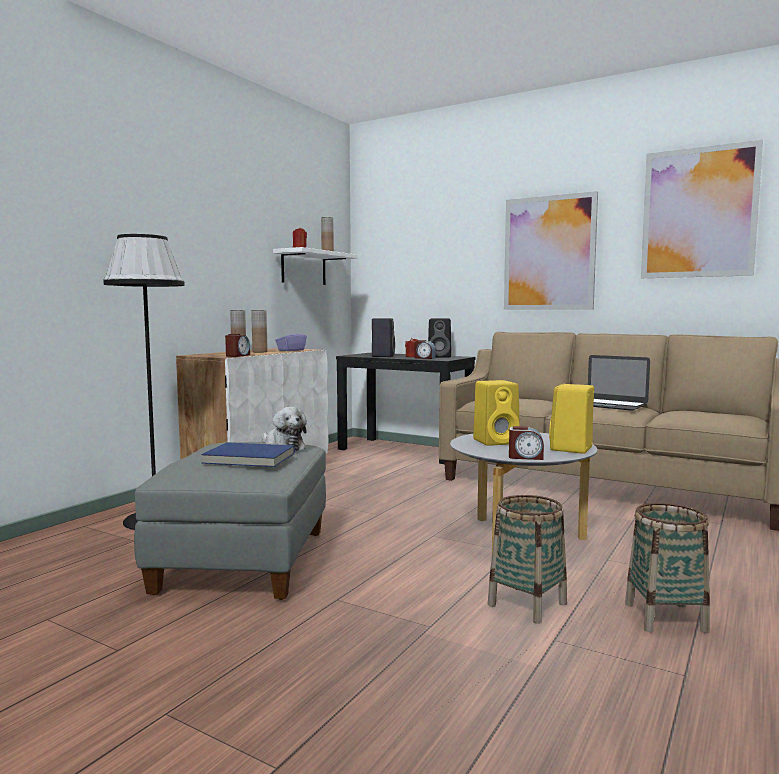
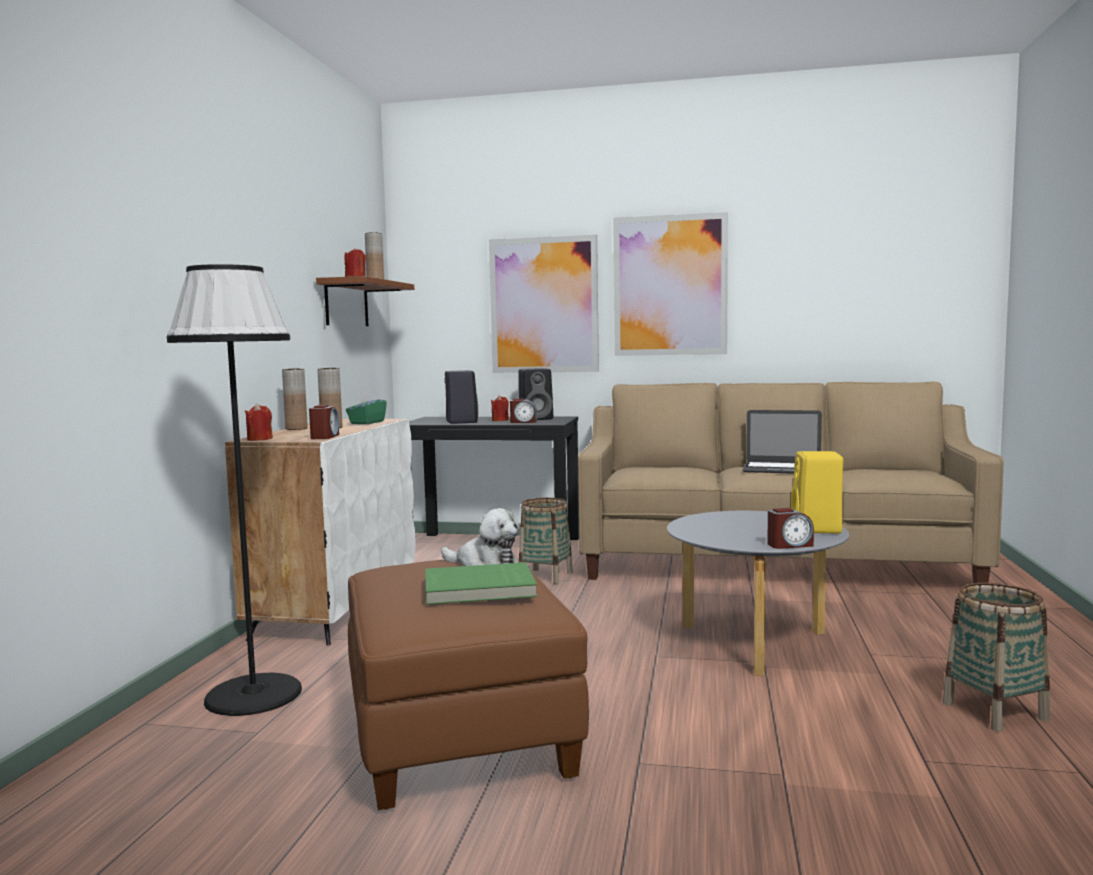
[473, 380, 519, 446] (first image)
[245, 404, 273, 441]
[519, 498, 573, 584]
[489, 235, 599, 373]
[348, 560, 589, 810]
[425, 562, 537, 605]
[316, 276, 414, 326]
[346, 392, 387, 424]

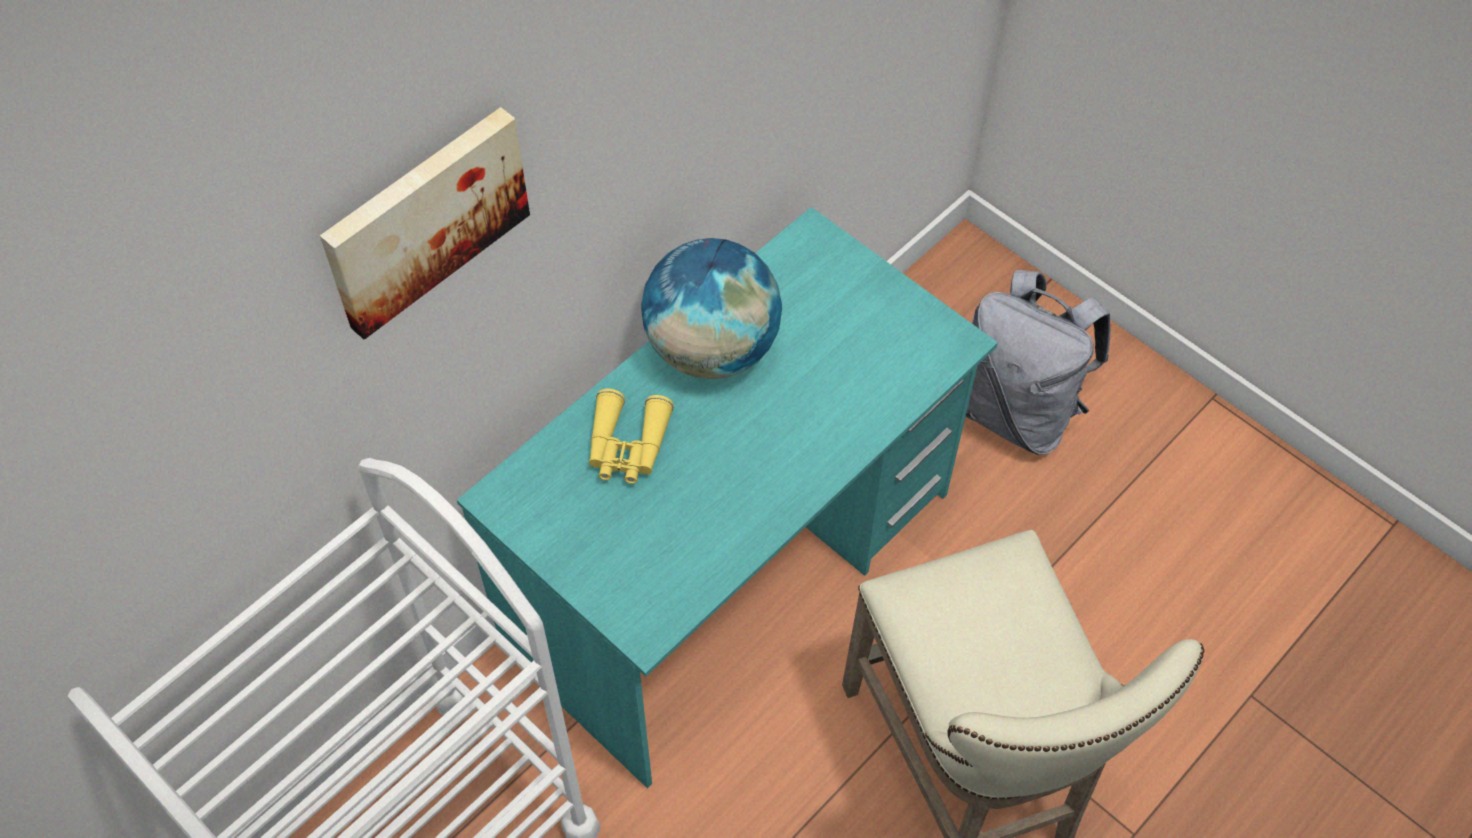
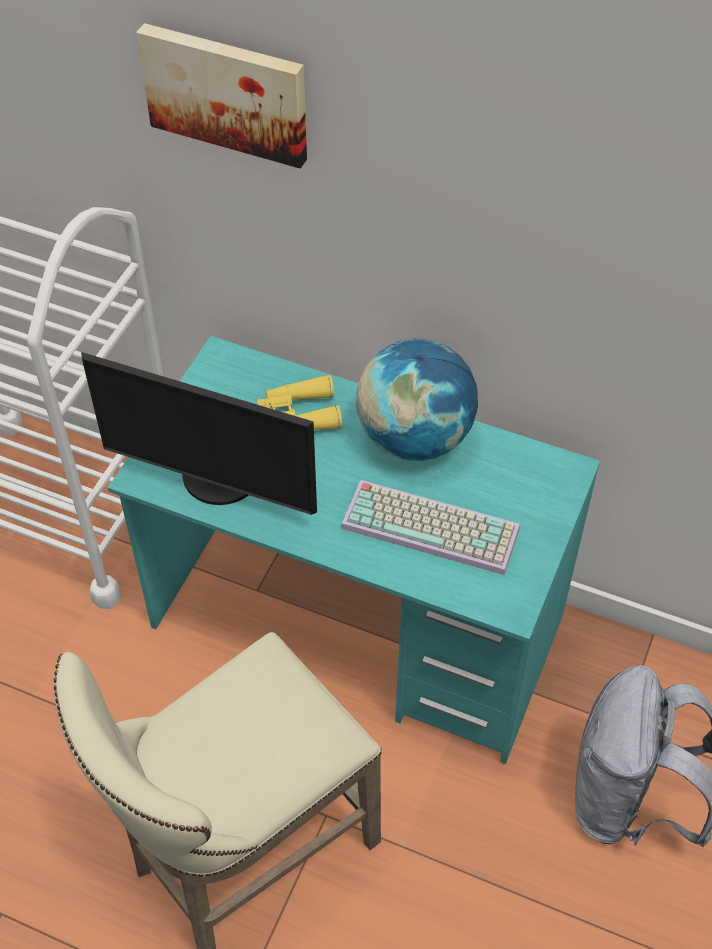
[81, 352, 317, 515]
[341, 480, 520, 575]

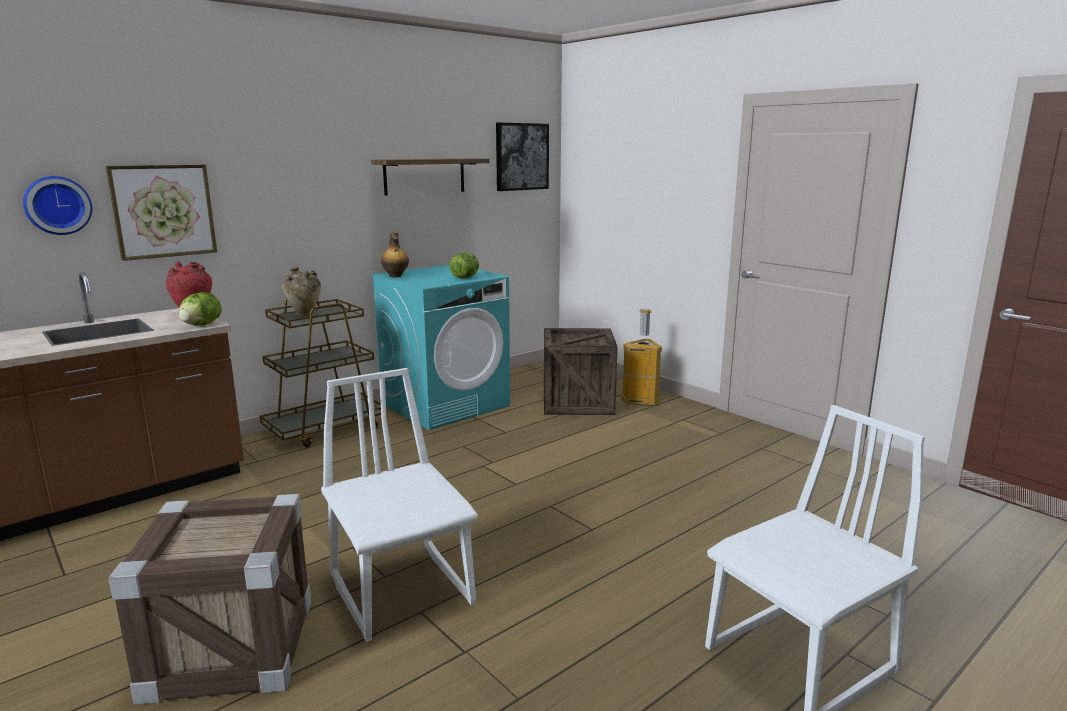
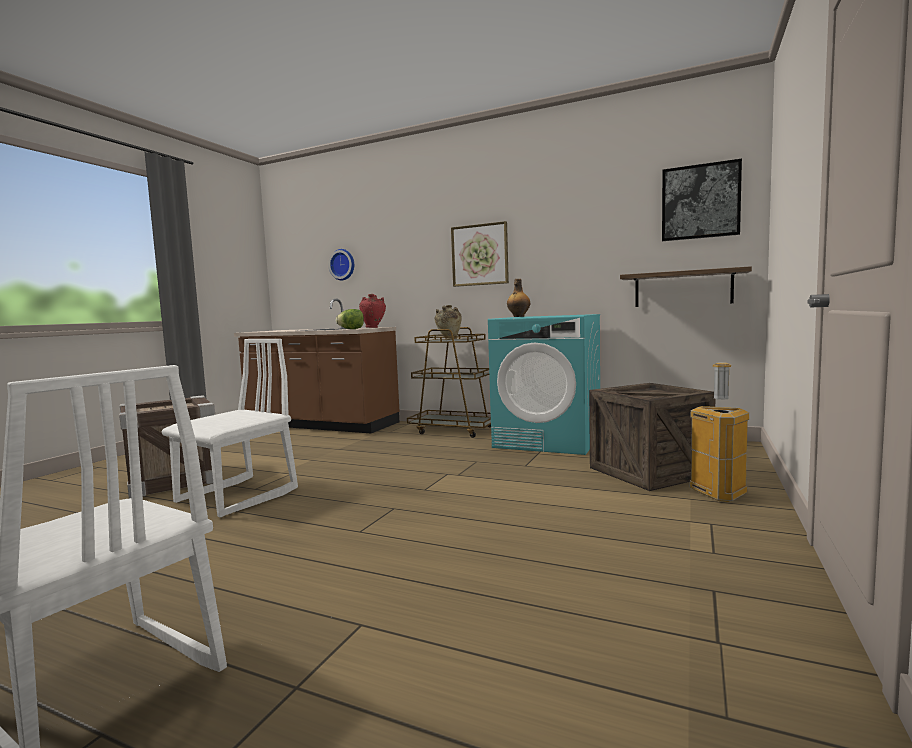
[449, 253, 479, 279] (first image)
[451, 221, 509, 287]
[620, 266, 752, 307]

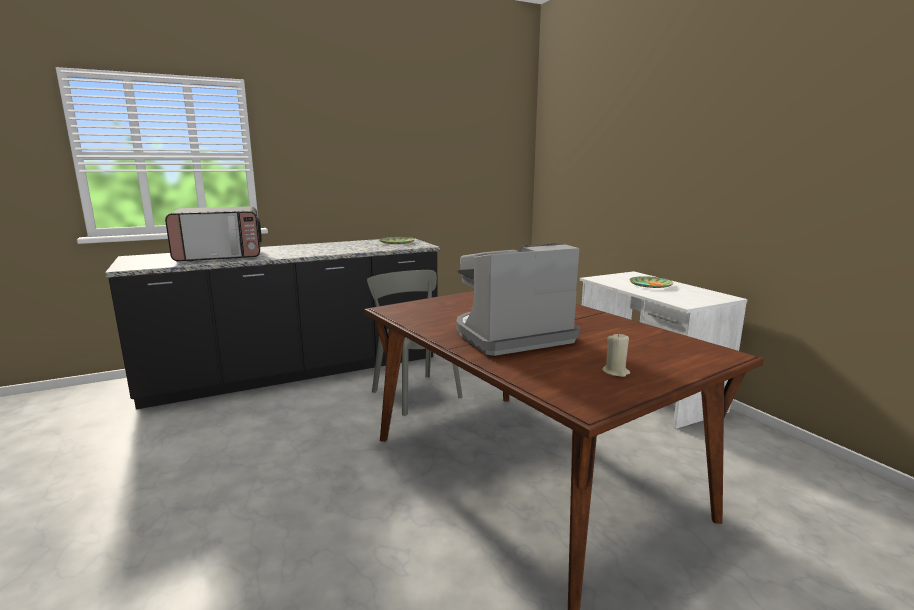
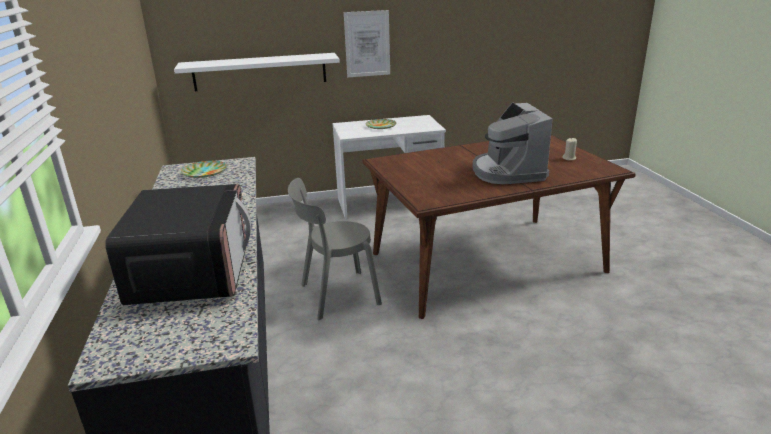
[174, 53, 340, 91]
[344, 10, 390, 77]

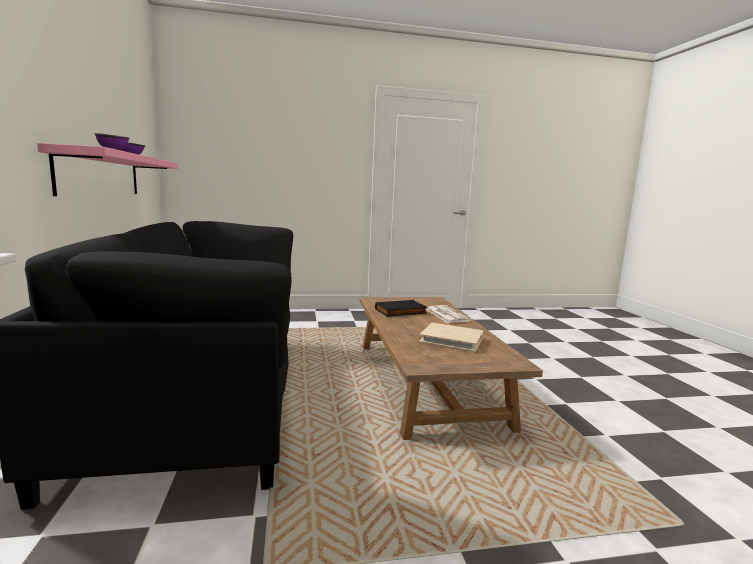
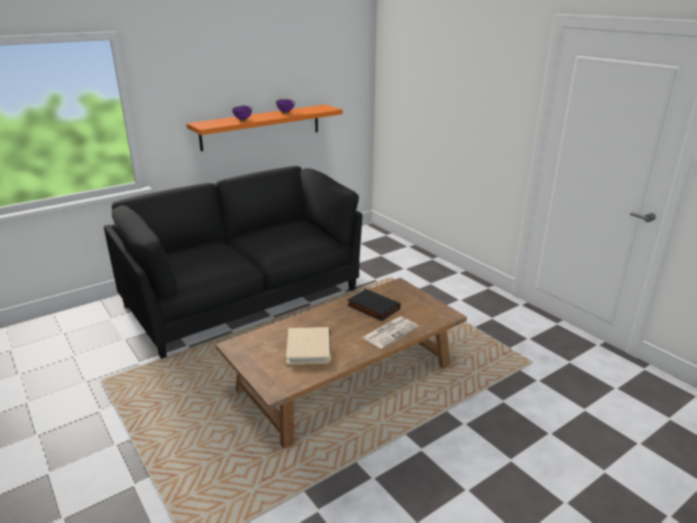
[186, 105, 343, 151]

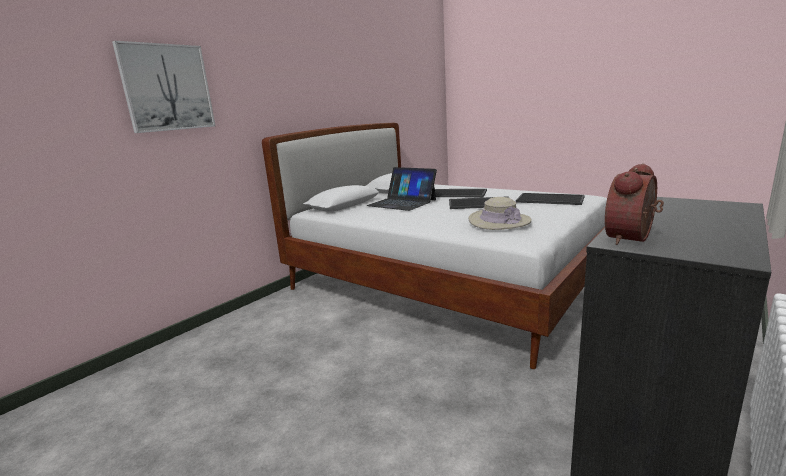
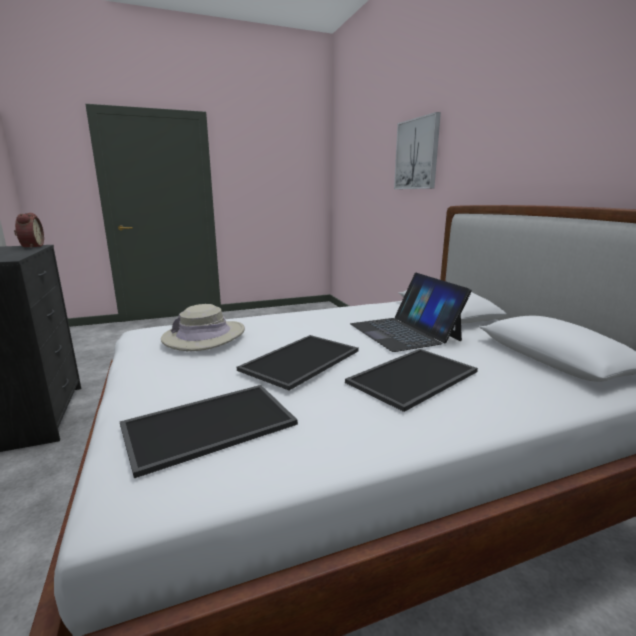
[350, 273, 472, 352]

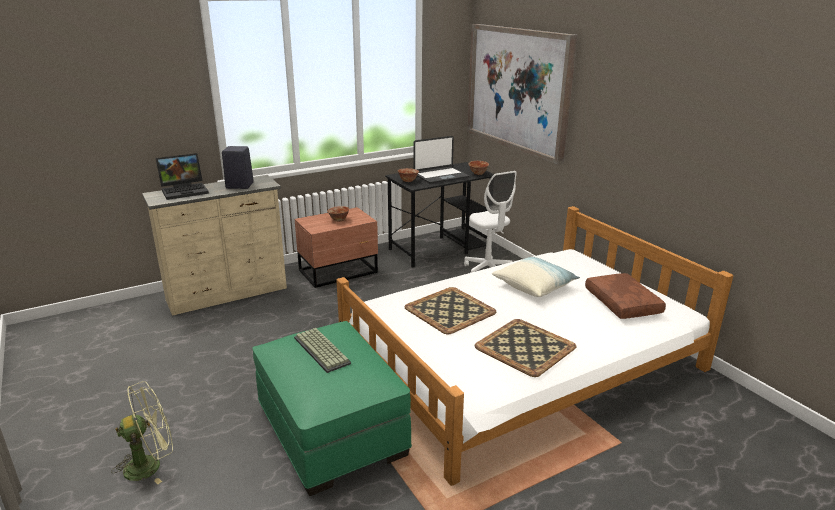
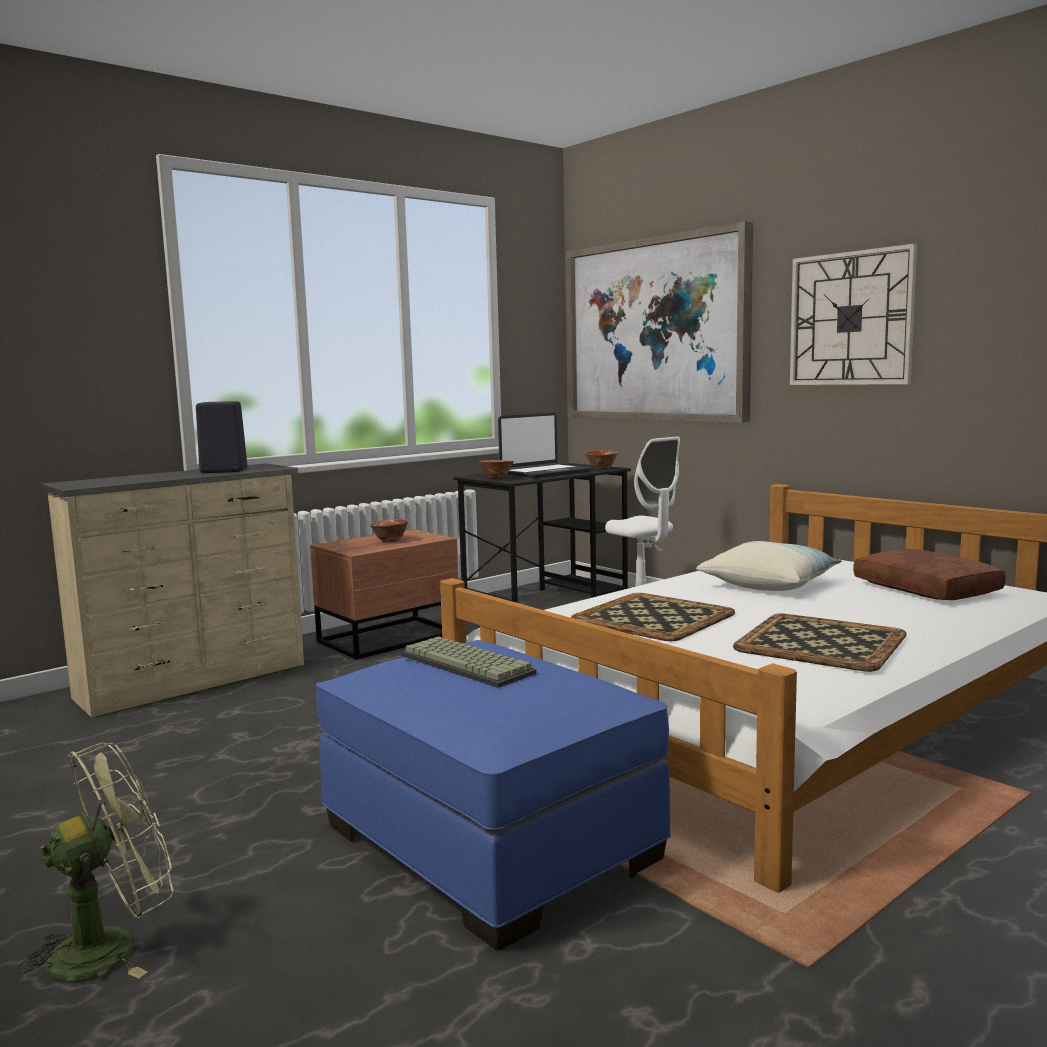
[156, 153, 209, 200] (first image)
[790, 244, 917, 385]
[316, 640, 671, 951]

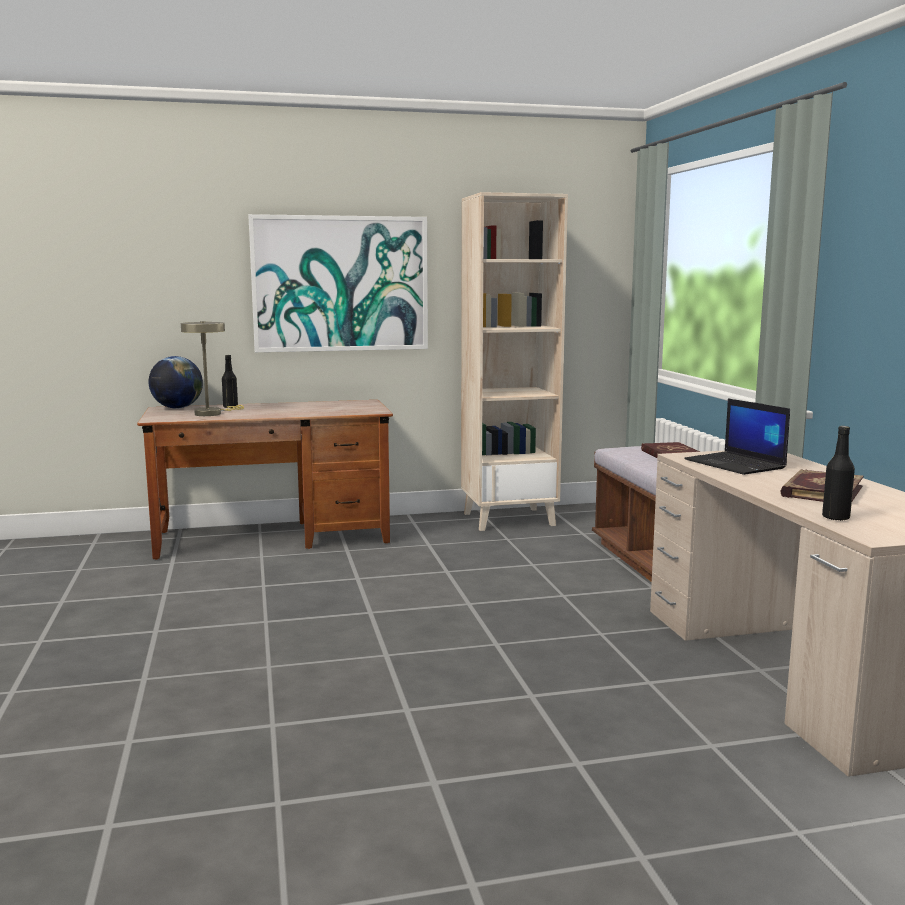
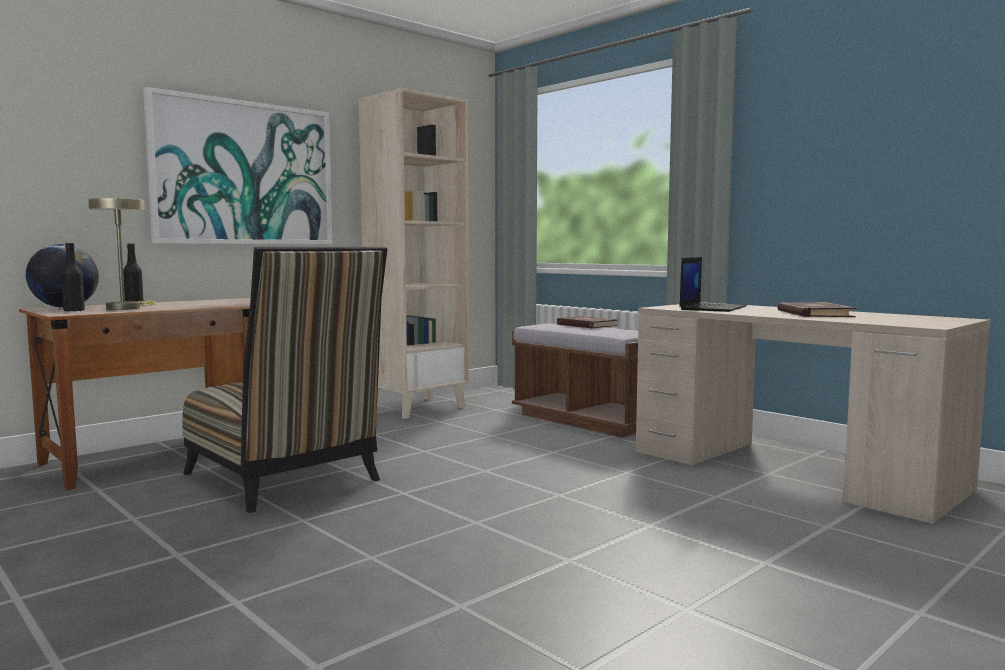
[182, 247, 388, 513]
[61, 243, 85, 312]
[679, 257, 747, 312]

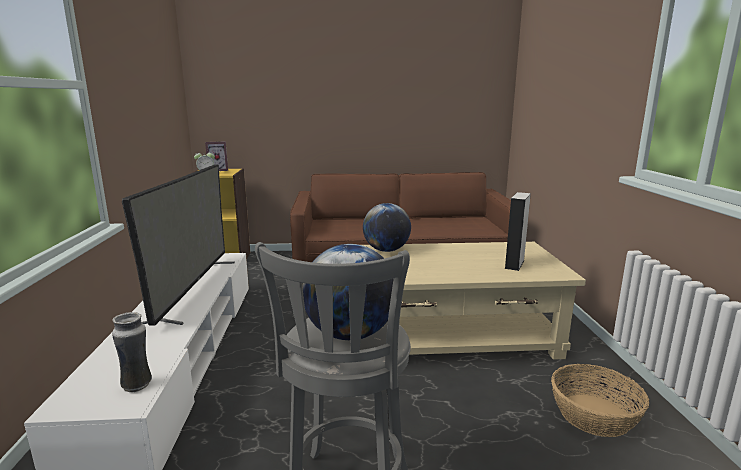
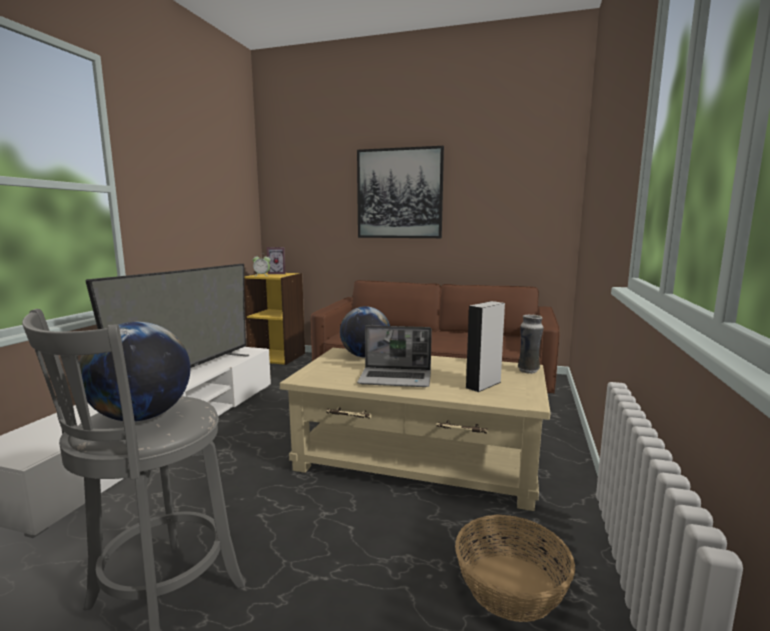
[357, 146, 444, 238]
[357, 325, 432, 387]
[518, 314, 544, 374]

